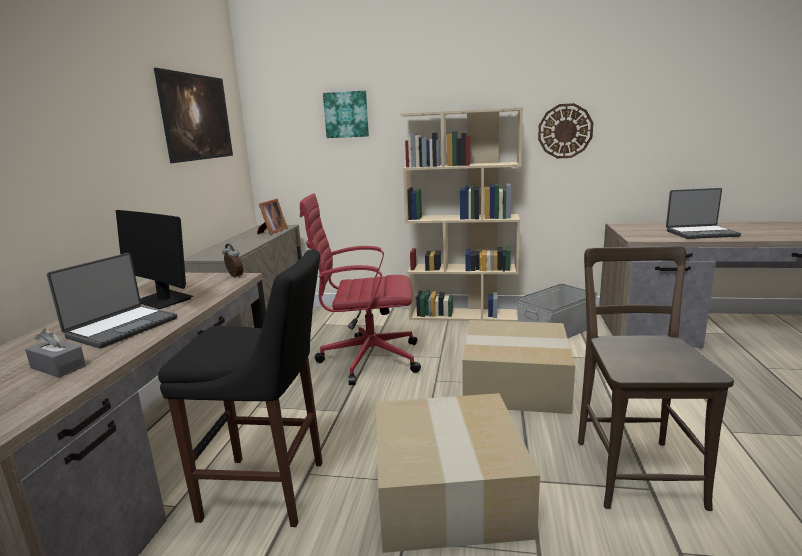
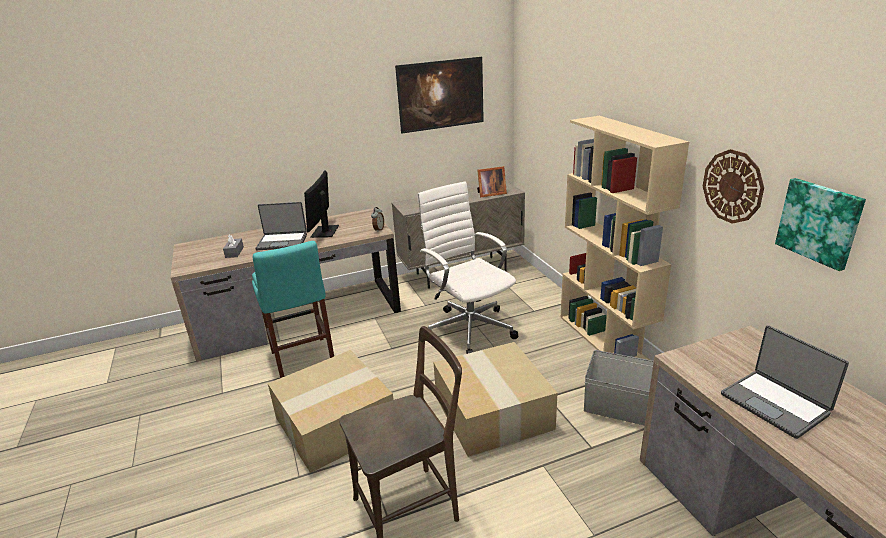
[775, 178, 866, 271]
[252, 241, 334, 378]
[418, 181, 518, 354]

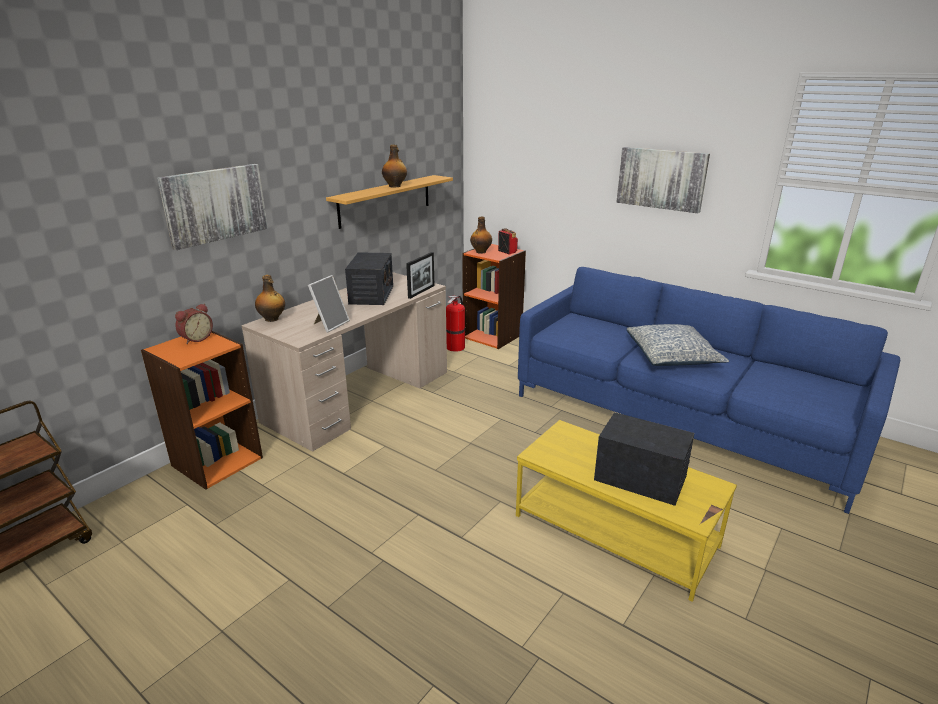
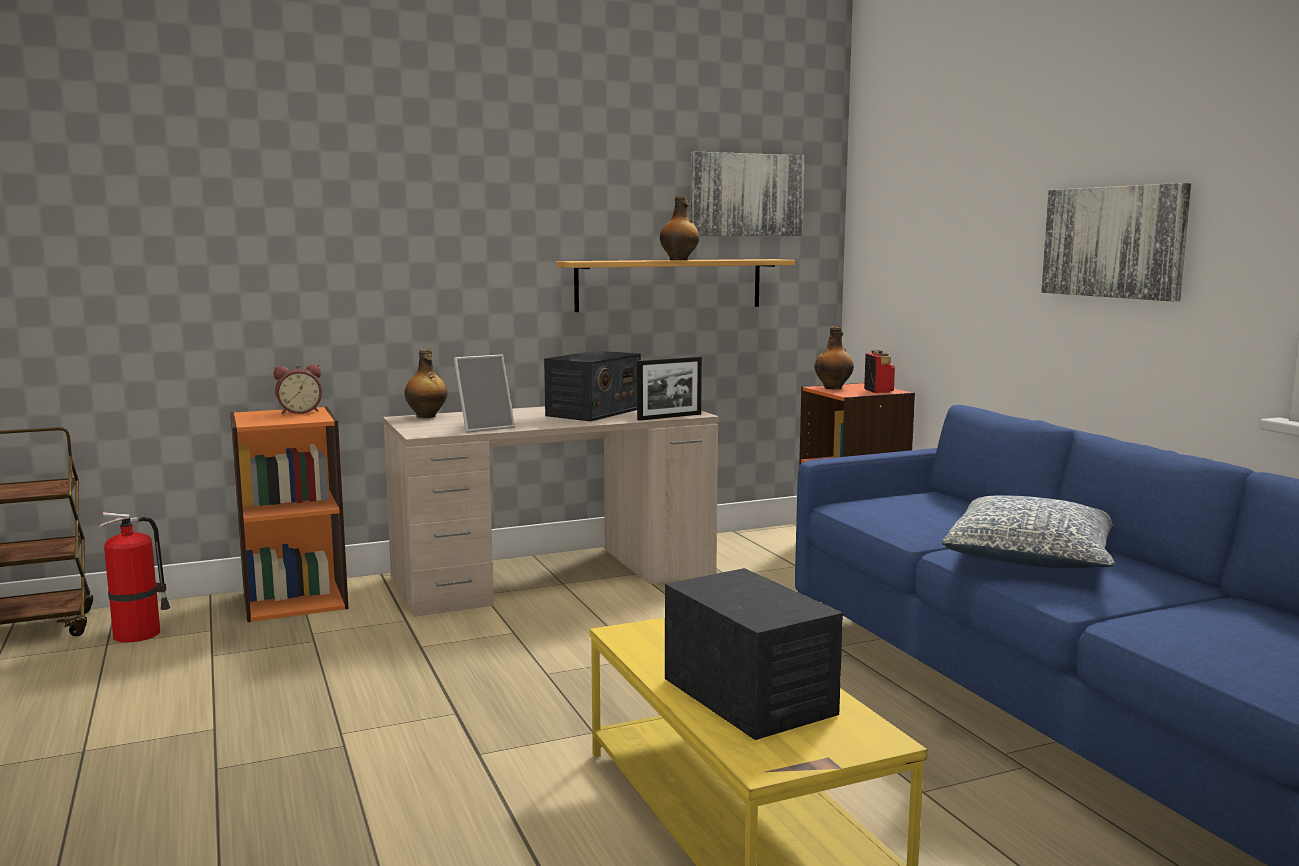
[690, 152, 805, 236]
[99, 512, 170, 643]

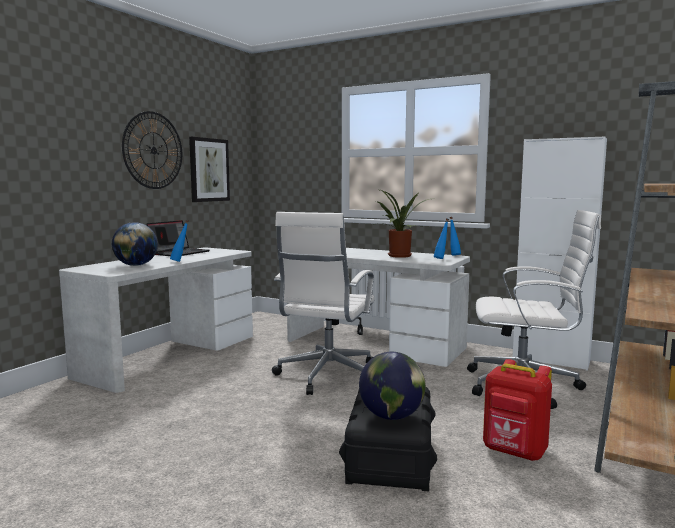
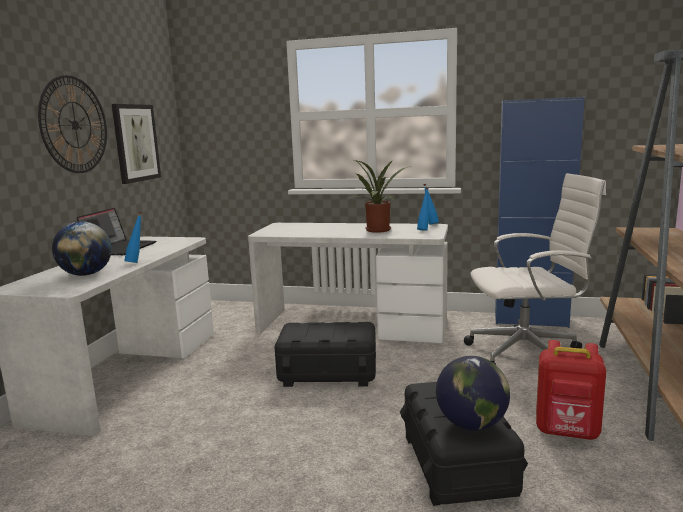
[274, 322, 376, 387]
[495, 97, 585, 328]

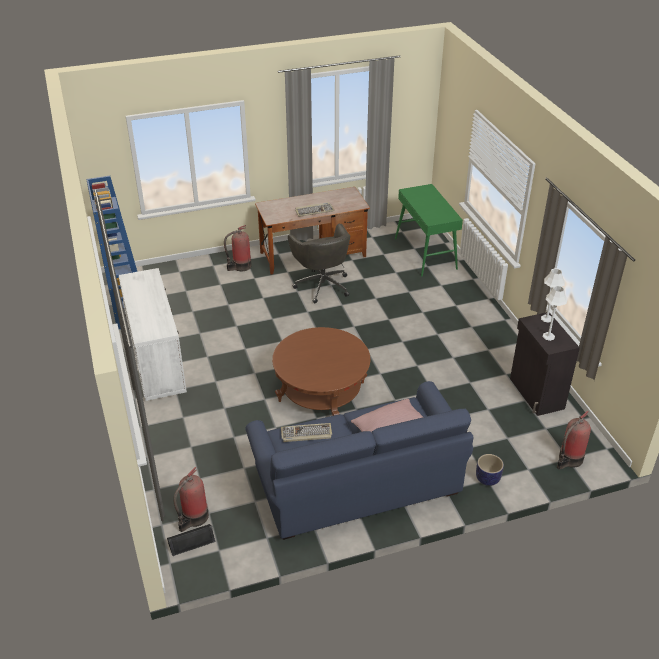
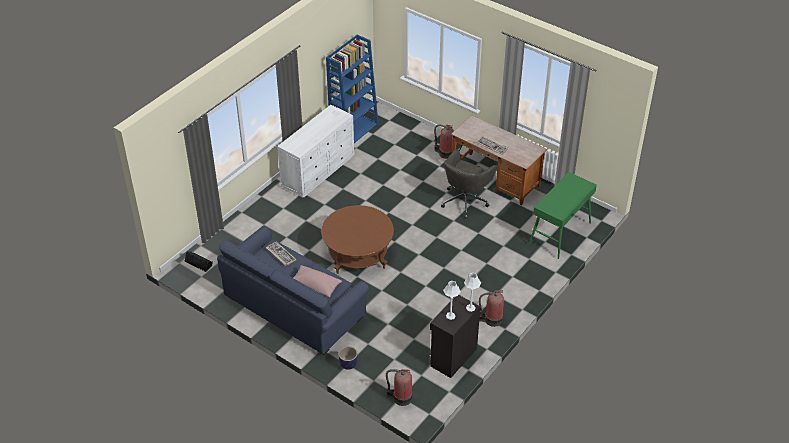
[479, 290, 504, 327]

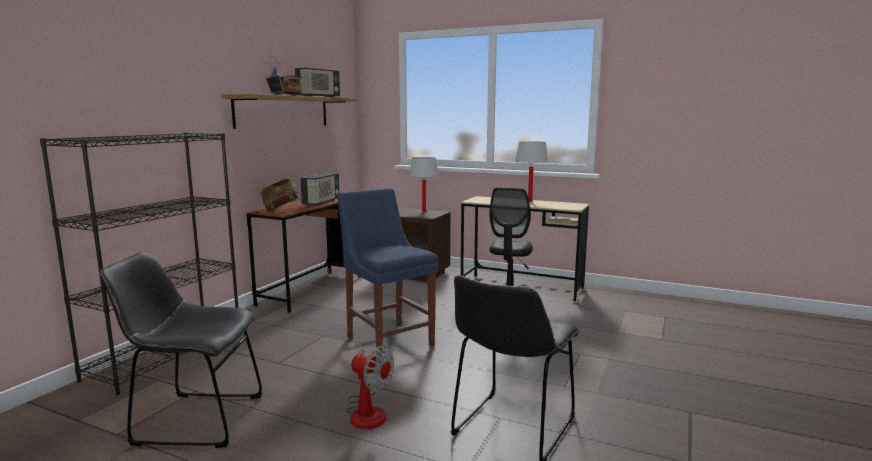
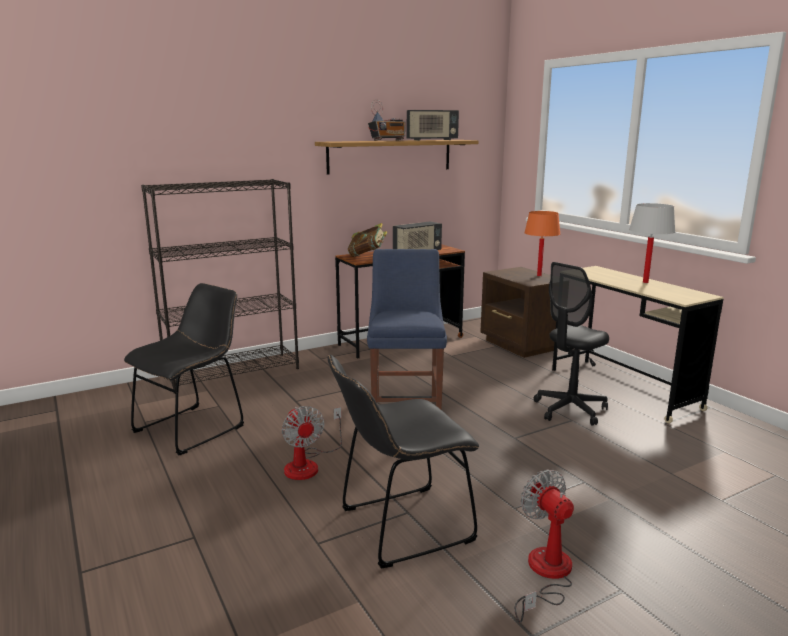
[515, 470, 574, 623]
[524, 211, 561, 276]
[124, 283, 244, 455]

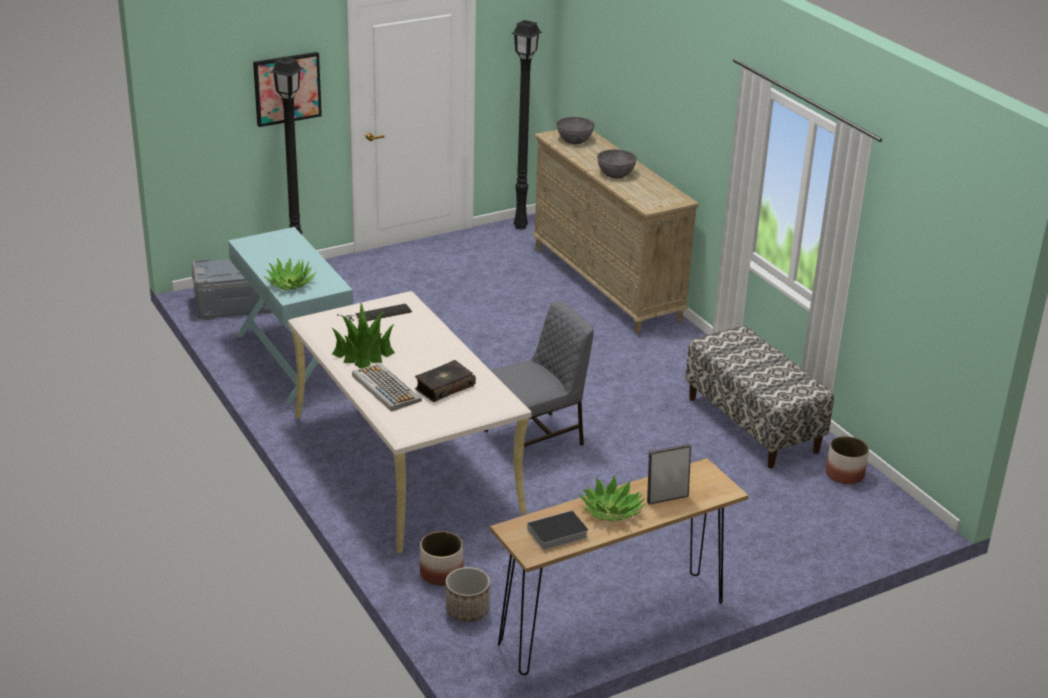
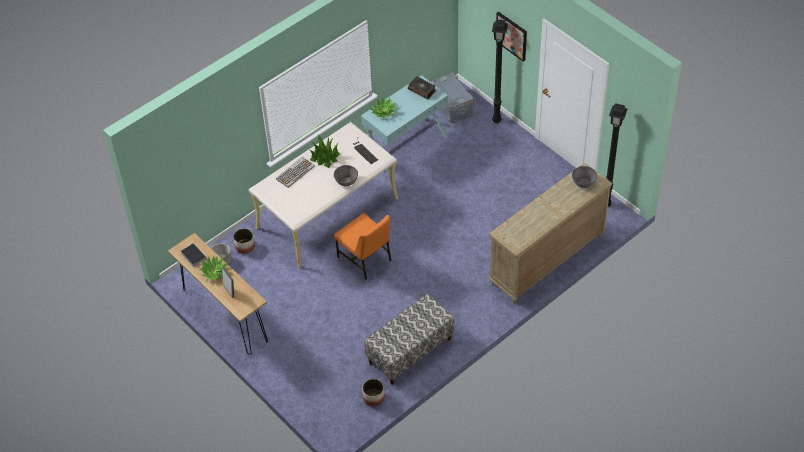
[408, 76, 436, 100]
[334, 165, 358, 186]
[334, 213, 391, 280]

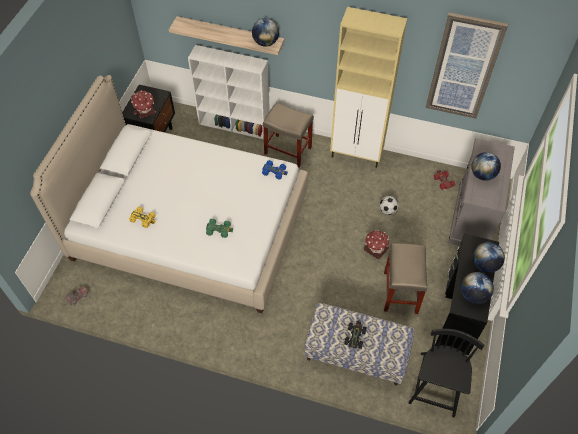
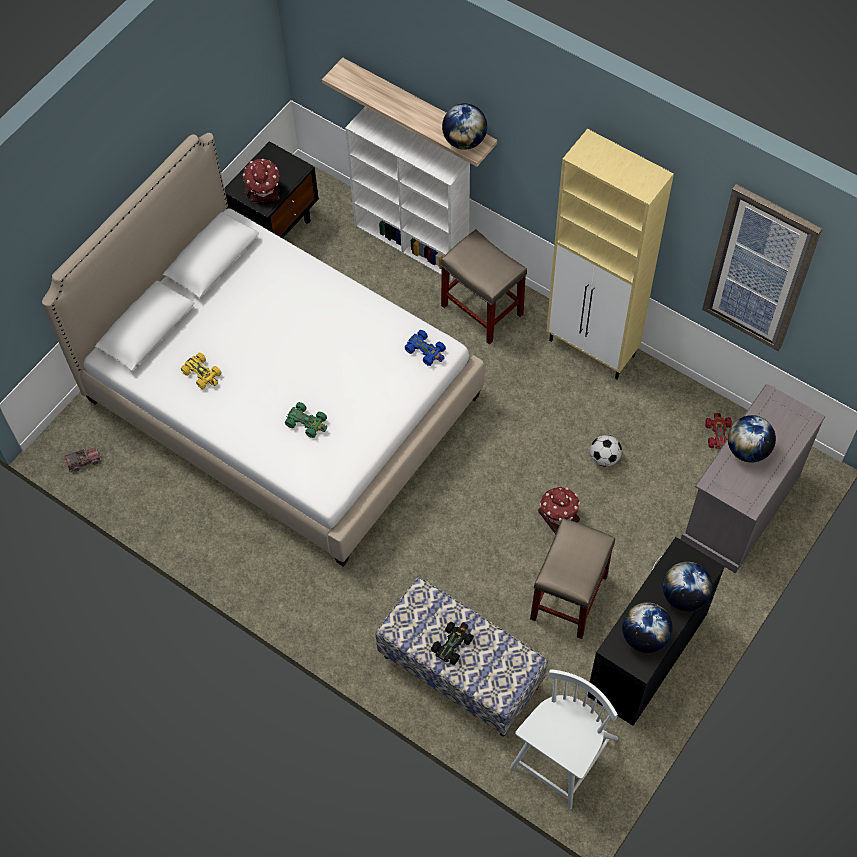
[510, 669, 618, 810]

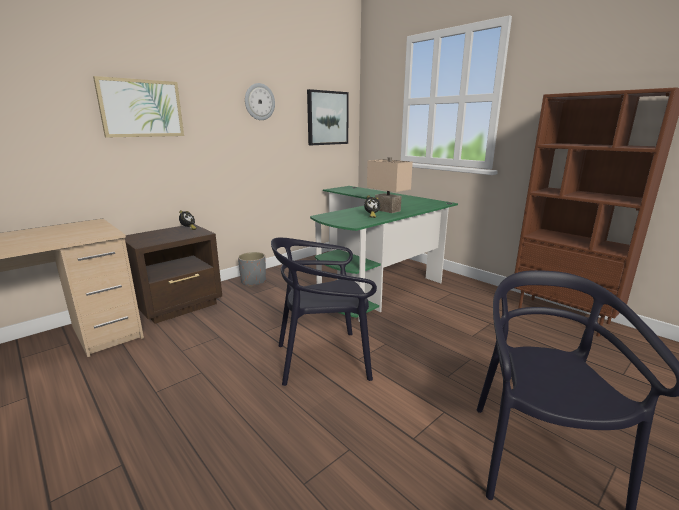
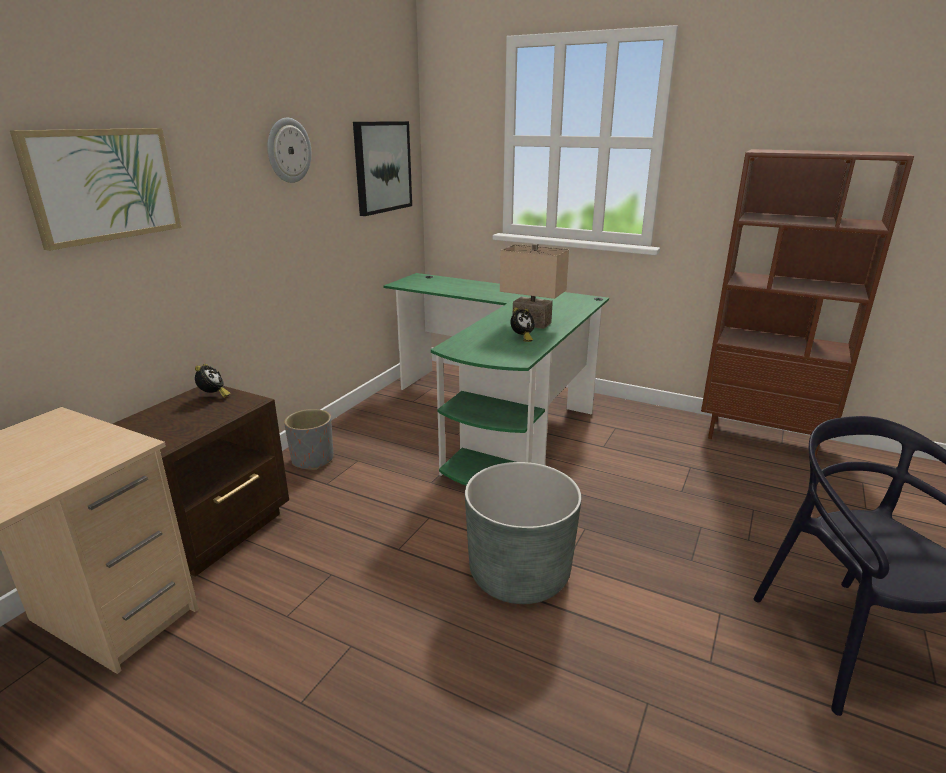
[465, 462, 582, 604]

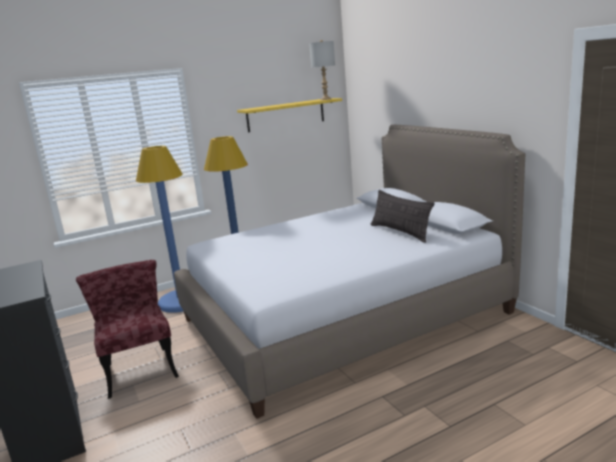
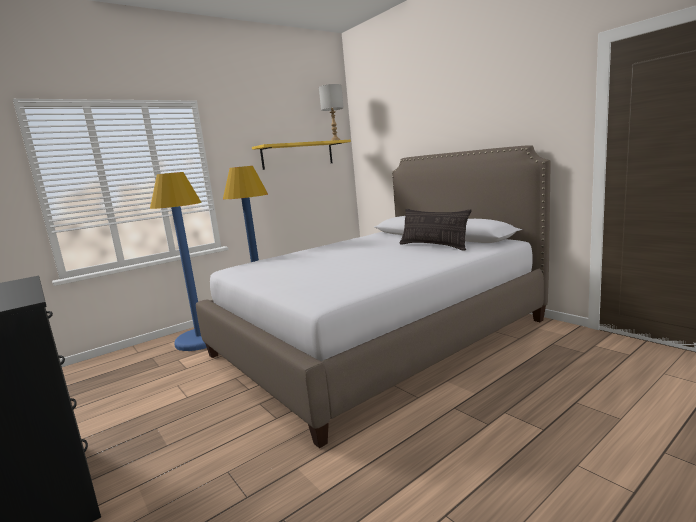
[76, 260, 179, 399] (first image)

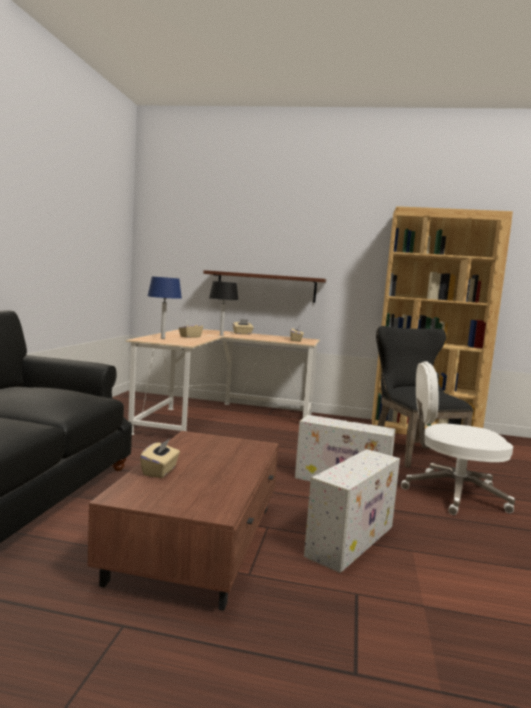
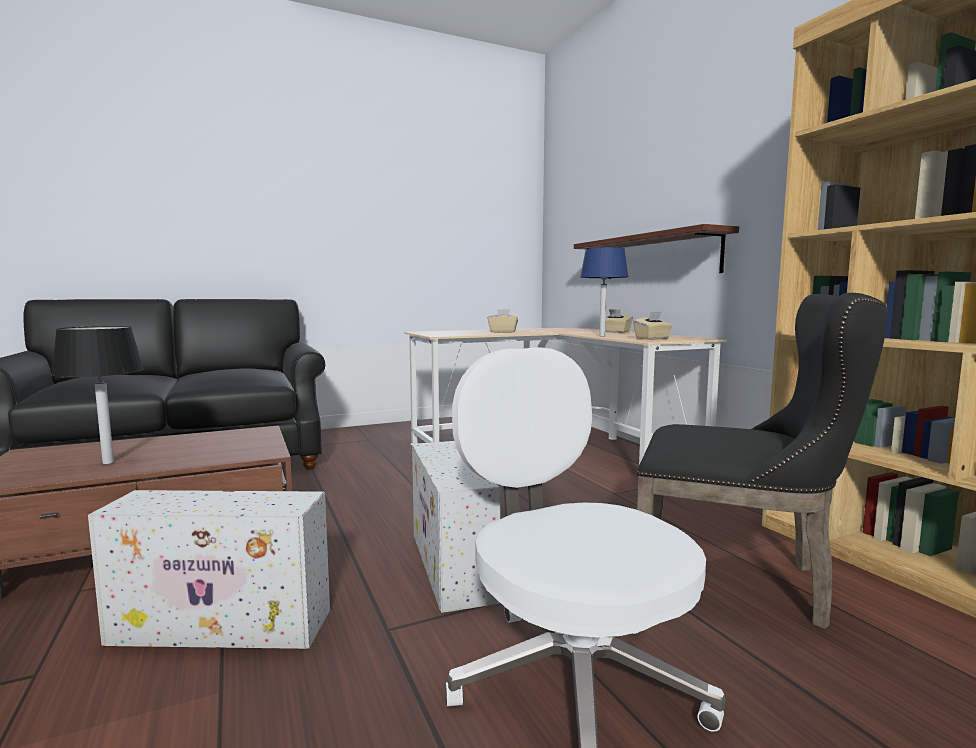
[140, 439, 180, 478] (first image)
[580, 247, 629, 336]
[51, 326, 144, 464]
[637, 293, 889, 629]

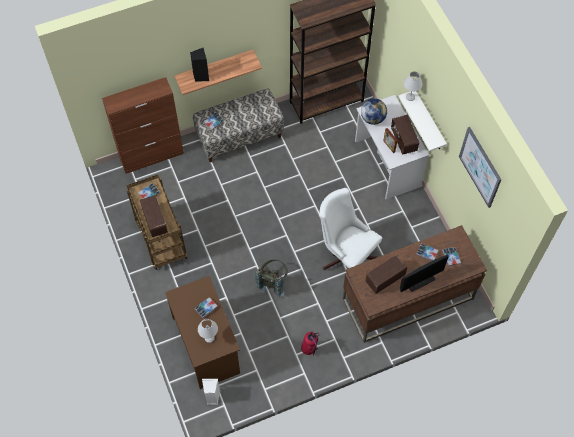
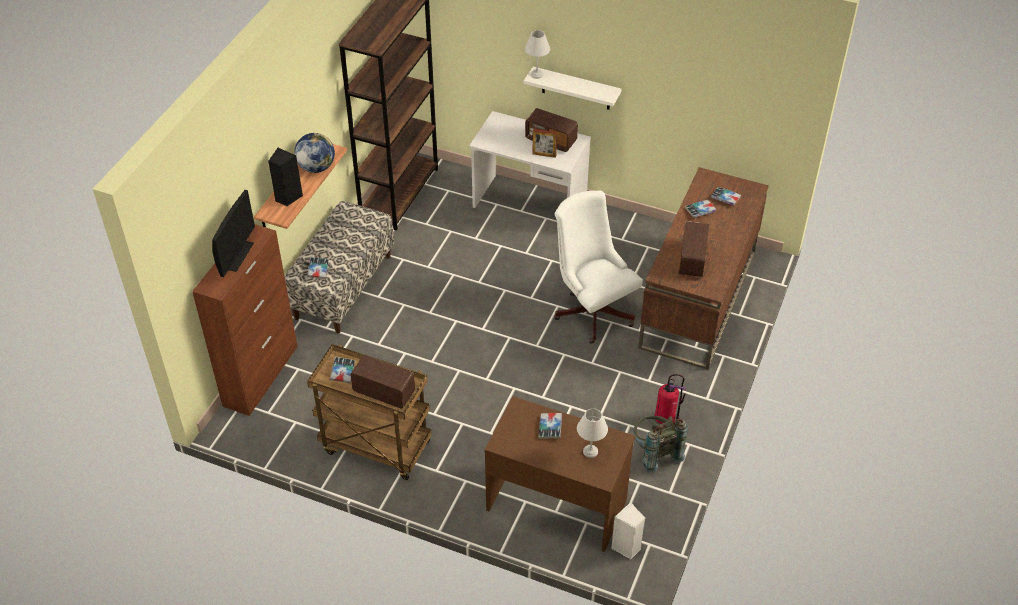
[459, 127, 501, 208] (first image)
[633, 416, 688, 473]
[294, 133, 335, 173]
[212, 190, 255, 277]
[554, 191, 643, 344]

